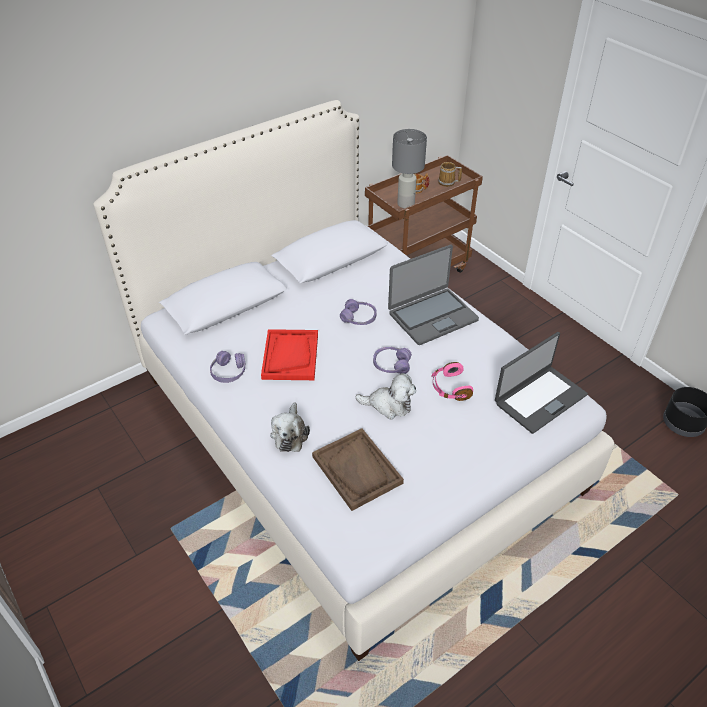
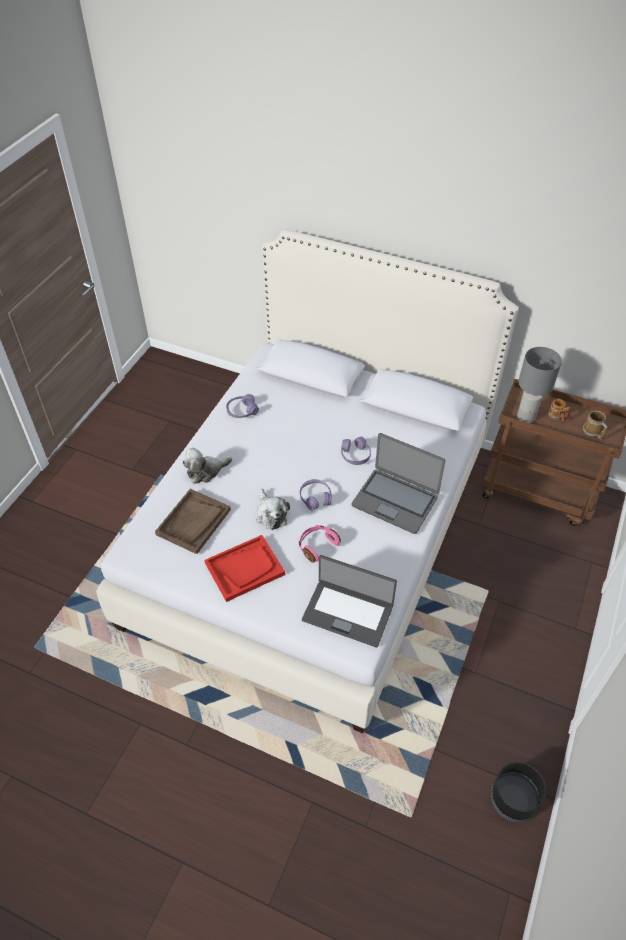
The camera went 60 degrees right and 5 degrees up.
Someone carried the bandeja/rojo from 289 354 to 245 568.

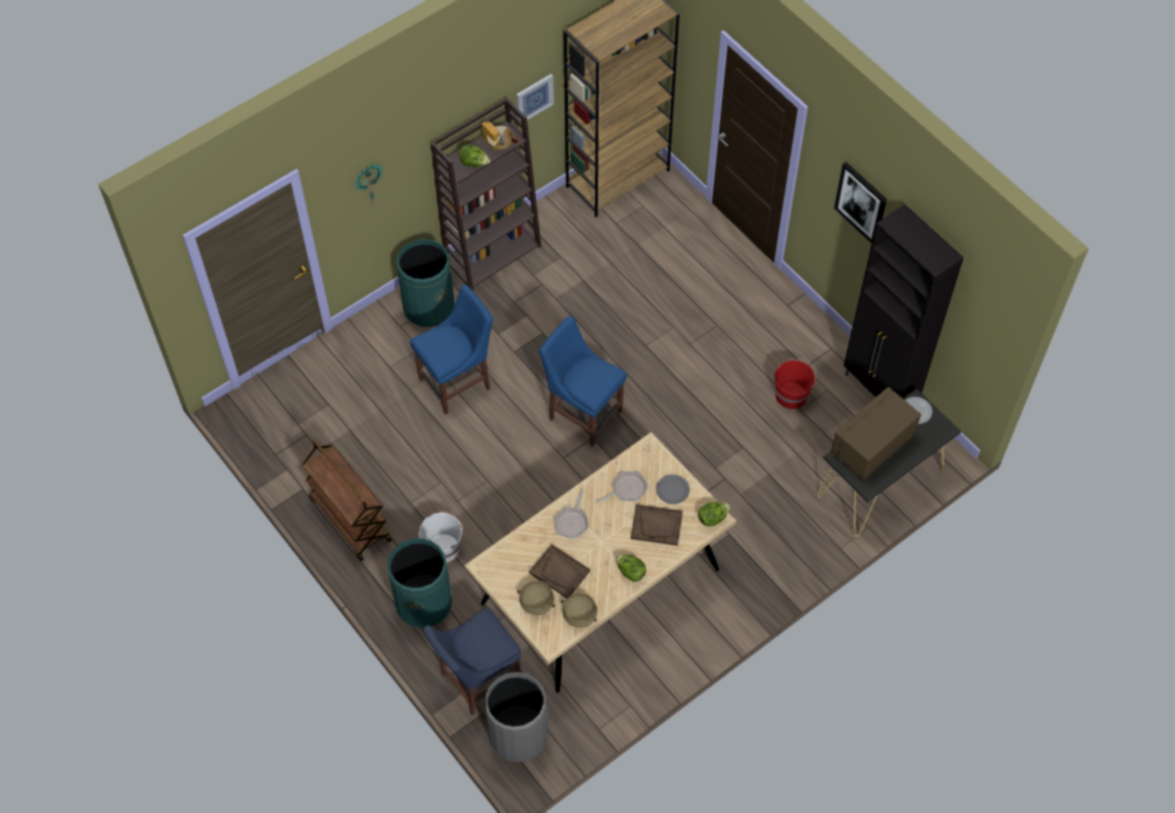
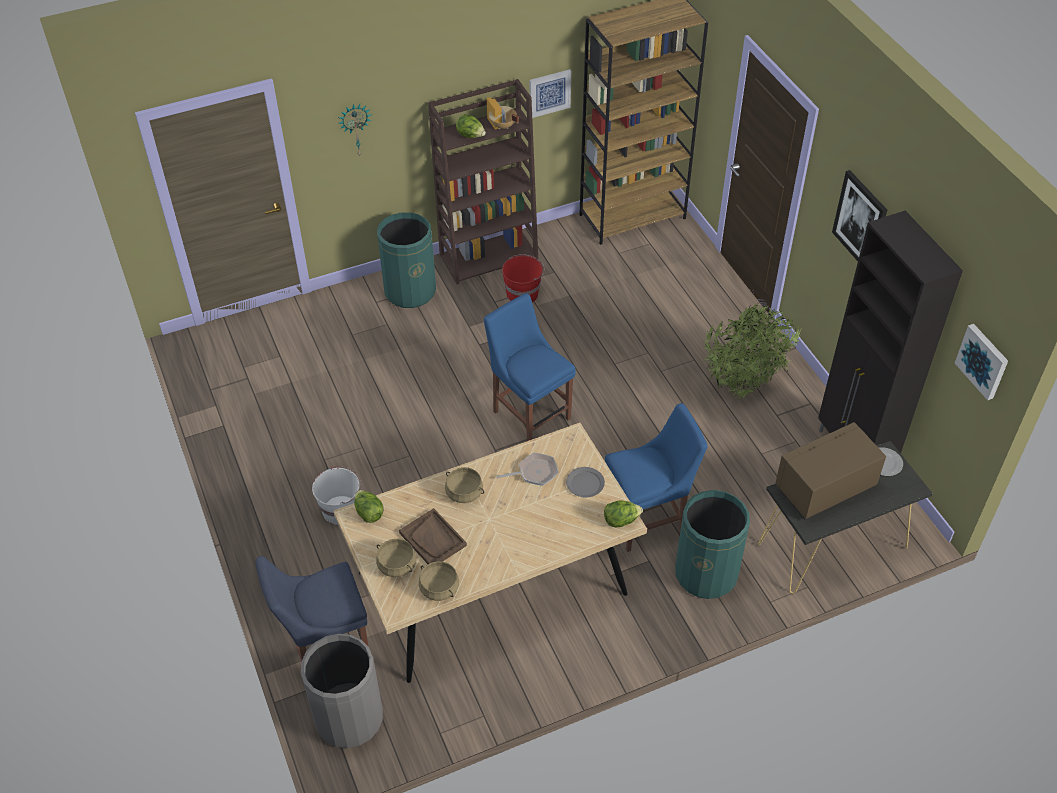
The camera went 15 degrees right and 10 degrees down.
Someone took away the carrito/marrón at 347 500.
Someone took away the bandeja/marrón at 657 525.
Someone put down the planta en maceta at 752 351.
Someone put up the cuadro at 981 362.
Someone carried the papelera/verde from 419 583 to 712 544.
Someone carried the silla/azul from 451 350 to 656 477.
Someone carried the lechuga from 631 568 to 369 506.
Someone carried the cubo/rojo from 795 384 to 523 278.
Someone swapped the sartén at 571 514 for the olla/beis at 464 485.

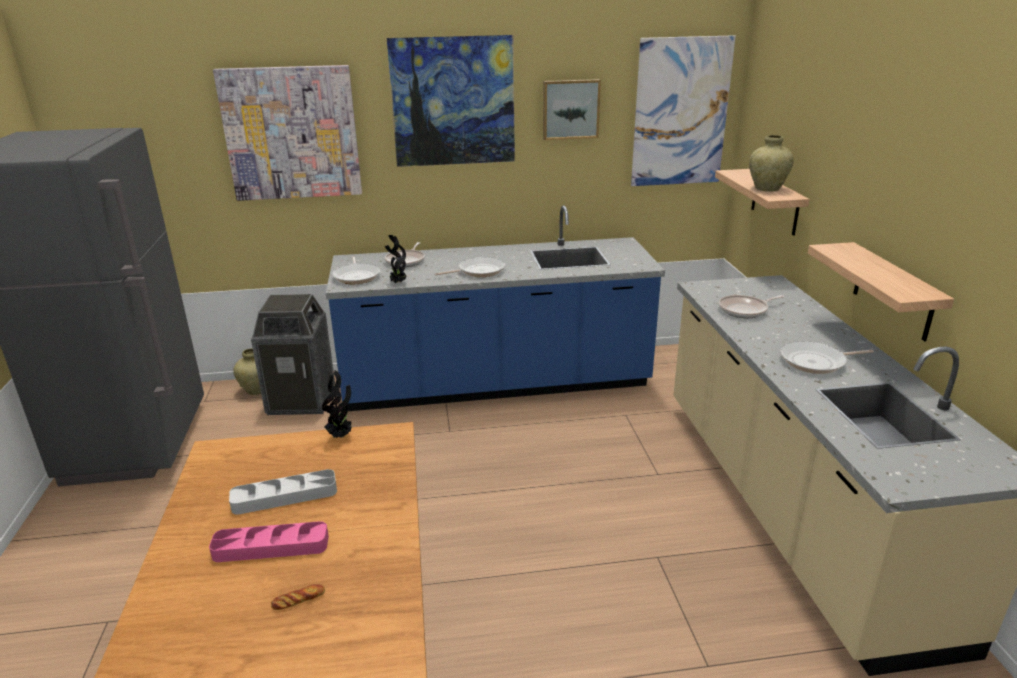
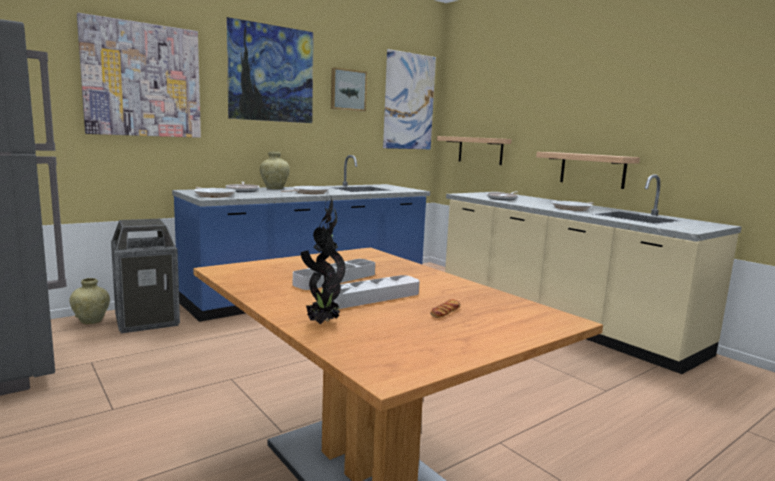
The camera went 30 degrees left and 15 degrees down.
Someone carried the planta en maceta from 395 259 to 323 276.
Someone carried the florero/beis from 771 163 to 275 170.
Someone repainted the bandeja/rosa at 269 541, which became the bandeja/gris at 371 292.

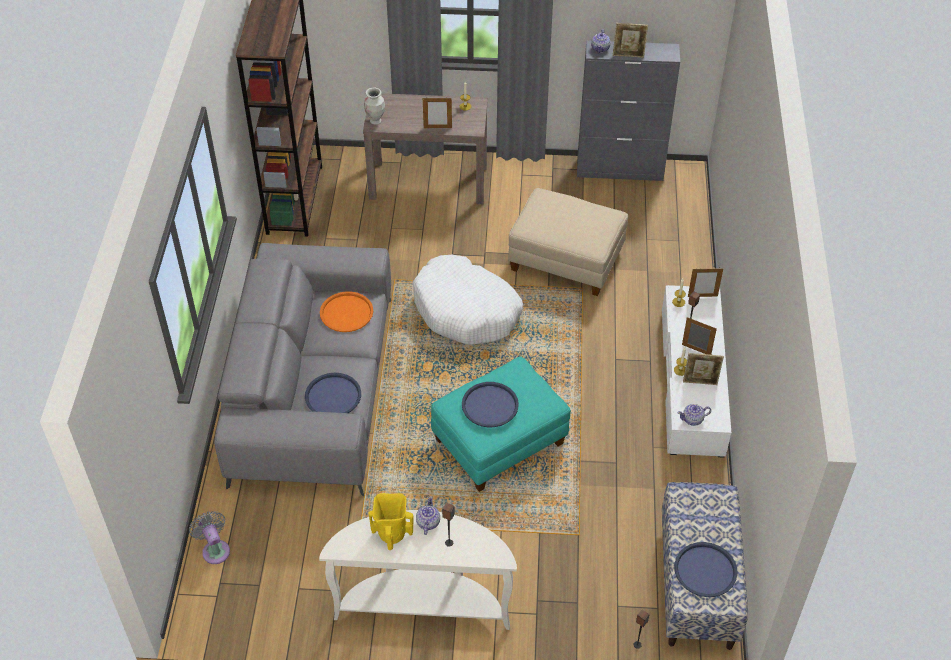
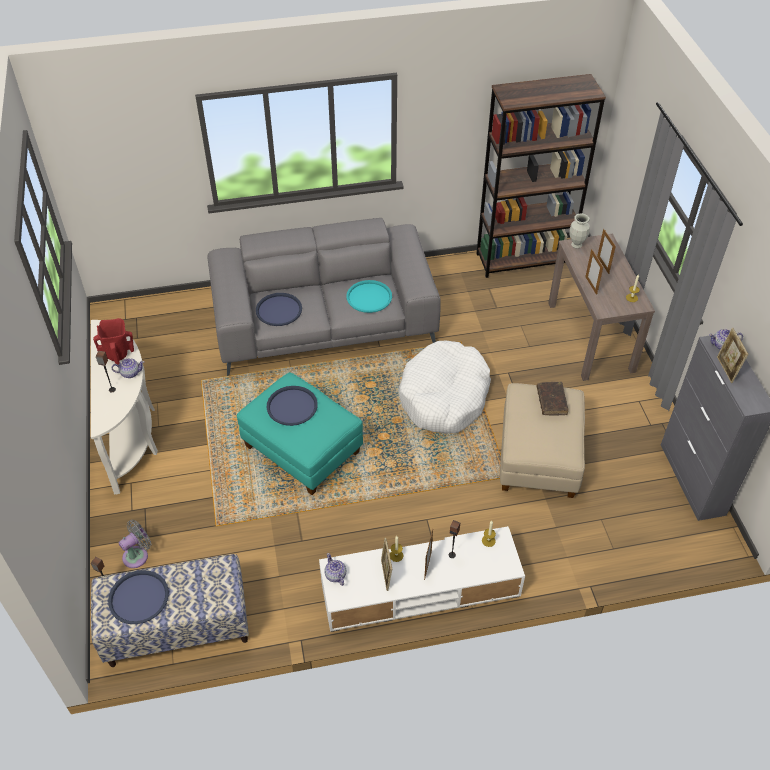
The camera went 75 degrees right and 0 degrees up.
Someone put down the libro/marrón at 552 398.
Someone carried the ventilador/gris from 209 537 to 135 544.
Someone carried the portarretratos from 705 282 to 606 251.
Someone repainted the bandeja/naranja at 346 312, which became the bandeja/turquesa at 369 296.
Someone repainted the florero/amarillo at 391 521, which became the florero/rojo at 113 341.

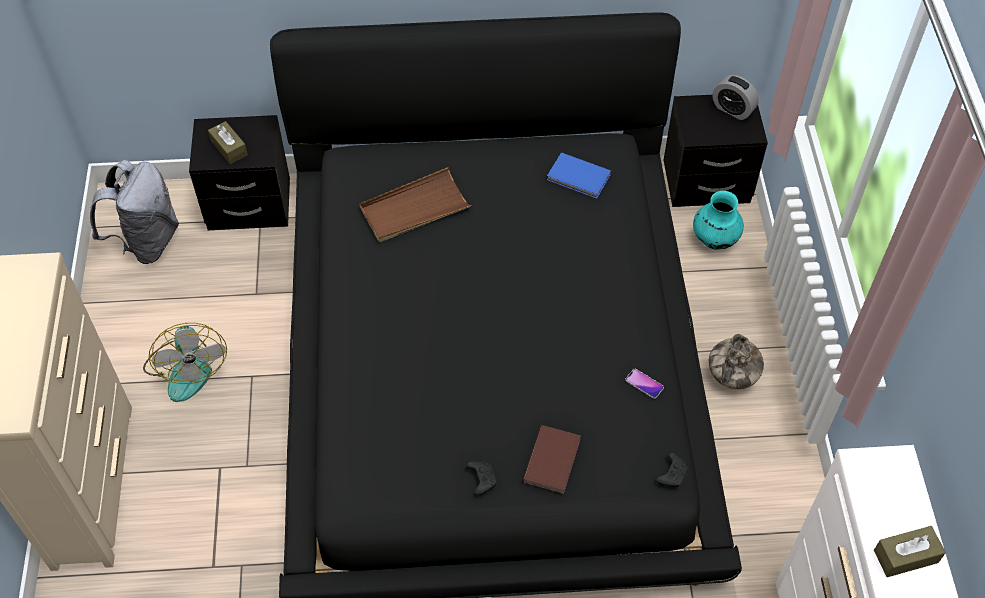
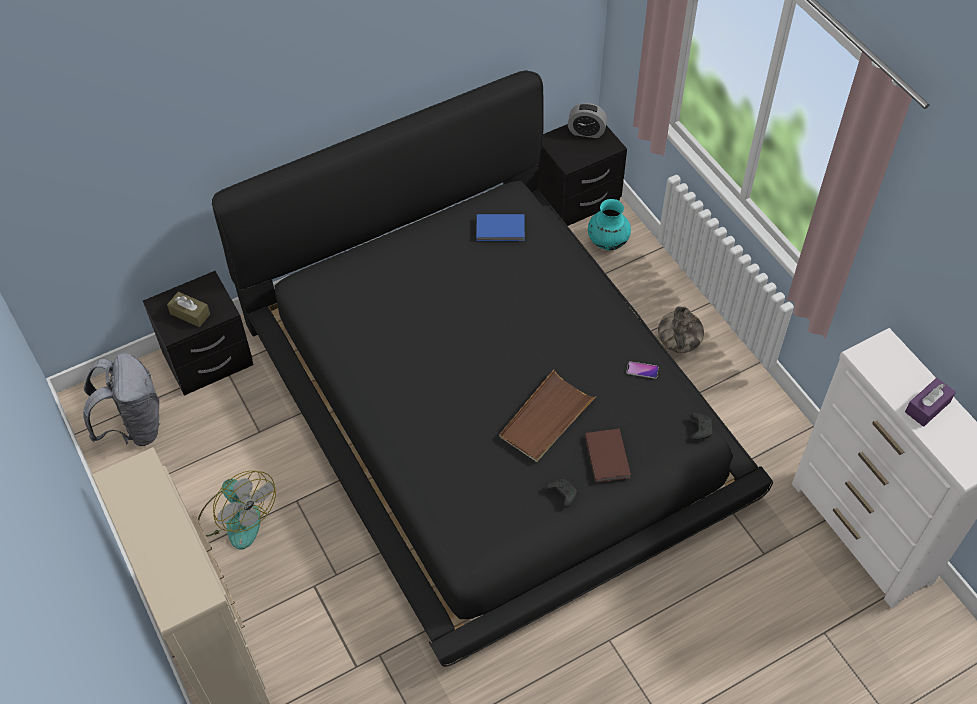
The camera went 25 degrees left and 0 degrees up.
Someone carried the bandeja/marrón from 416 204 to 548 415.
Someone repainted the caja de pañuelos/marrón at 910 551, which became the caja de pañuelos/morado at 930 402.

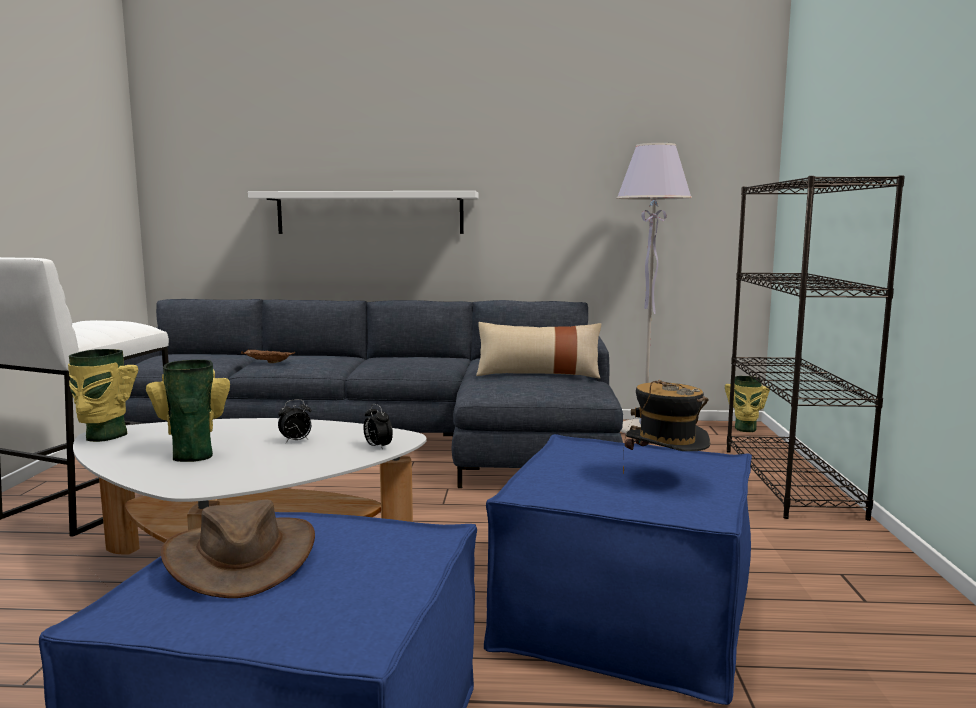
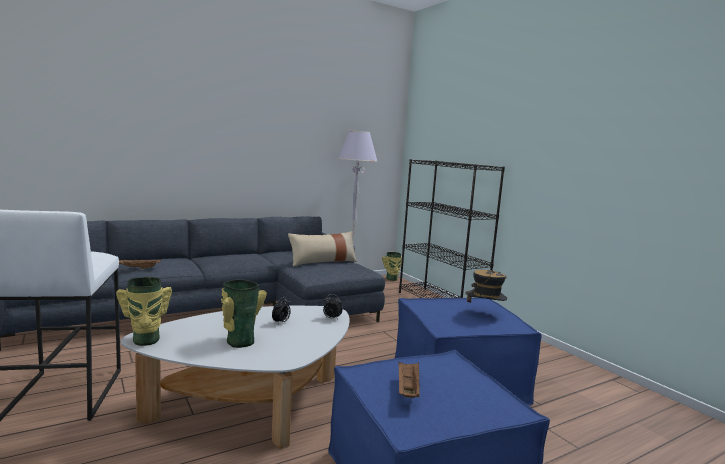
The camera went 35 degrees left and 0 degrees up.
Someone took away the estante/blanco at 363 212.
Someone swapped the sombrero/marrón at 238 549 for the bandeja/marrón at 409 379.

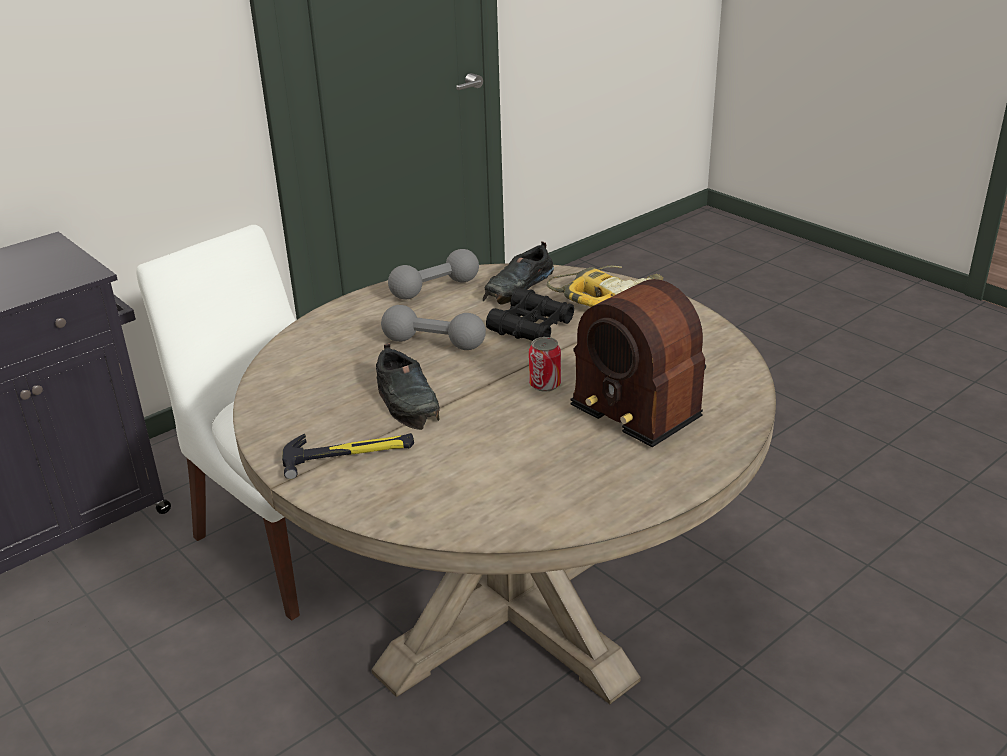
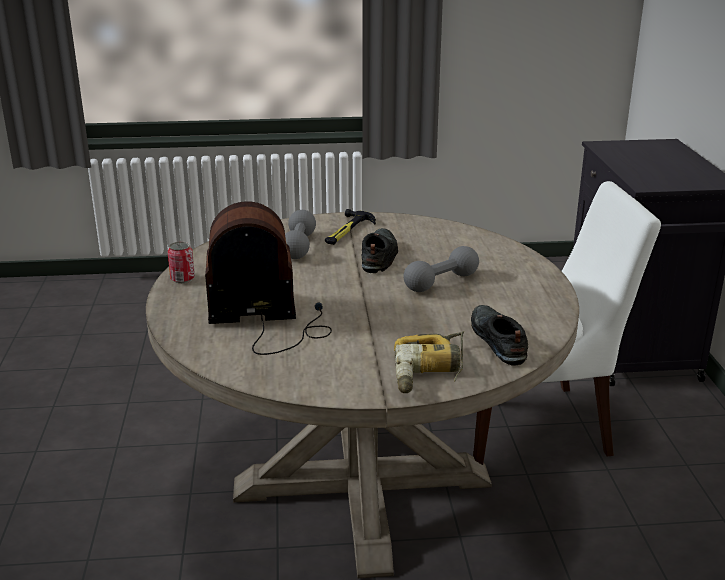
The camera went 125 degrees right and 5 degrees down.
Someone took away the prismáticos/negro at 530 314.
Someone carried the mancuerna/gris from 433 274 to 300 234.
Someone carried the lata from 545 364 to 181 262.
Someone rotated the zapato/negro at 408 386 by 90 degrees clockwise.

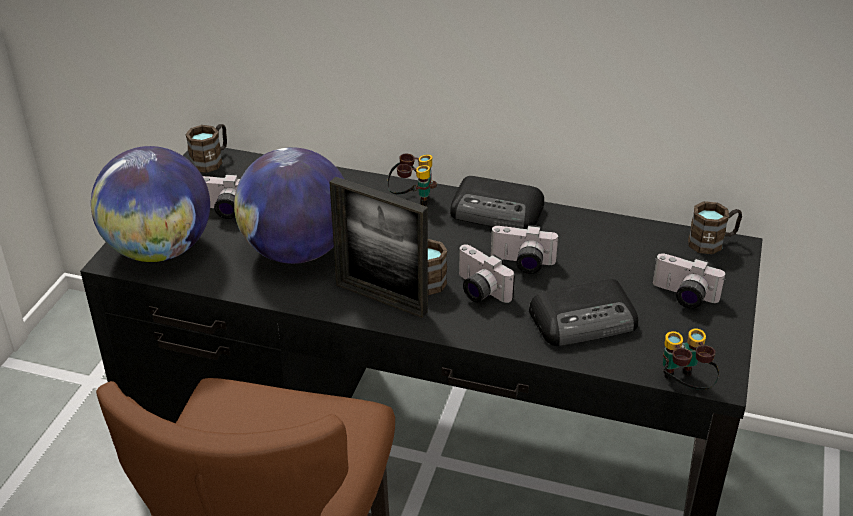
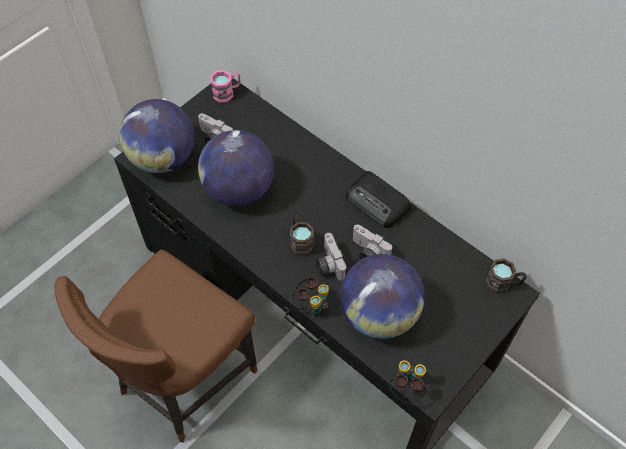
The camera went 25 degrees right and 20 degrees up.
Someone took away the portarretratos at 379 247.
Someone took away the cámara at 689 281.
Someone carried the prismáticos from 412 180 to 310 297.
Someone swapped the radio at 583 312 for the globo terráqueo at 382 296.
Someone repainted the taza grande/marrón at 206 148, which became the taza grande/rosa at 225 86.

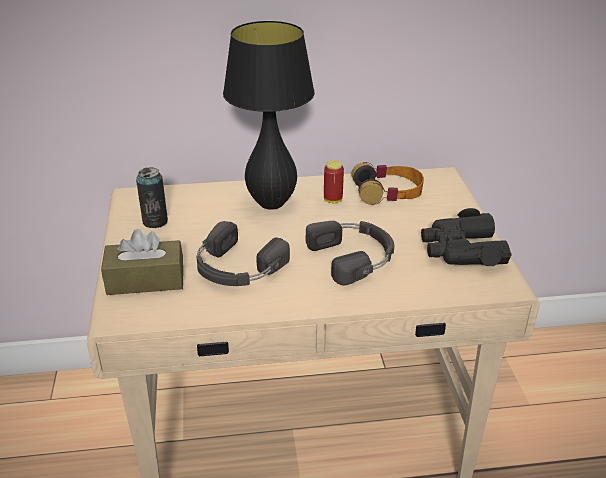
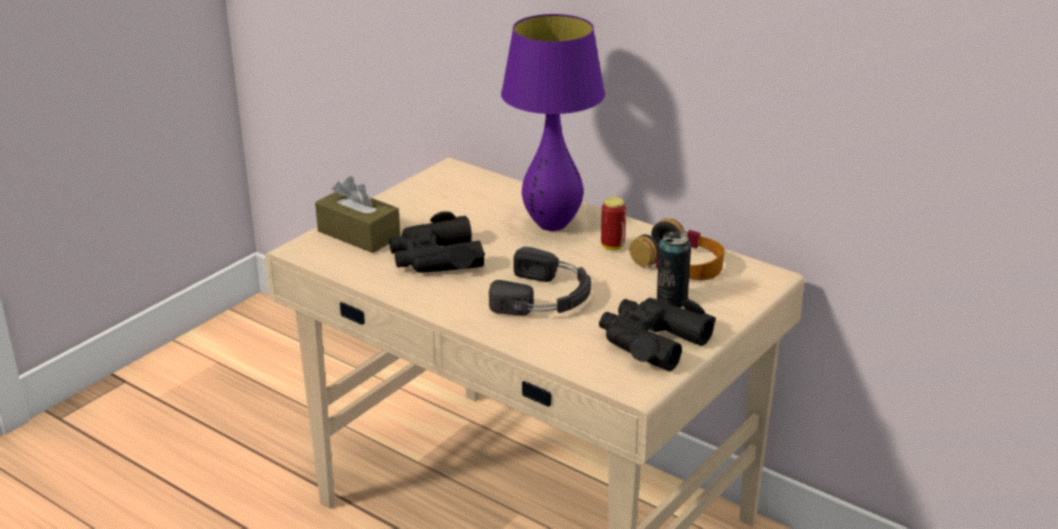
The camera went 45 degrees right and 5 degrees down.
Someone carried the lata from 152 197 to 674 270.
Someone swapped the auriculares/negro at 243 253 for the prismáticos/negro at 437 242.
Someone repainted the lámpara de mesa/negro at 269 115, which became the lámpara de mesa/morado at 553 122.

